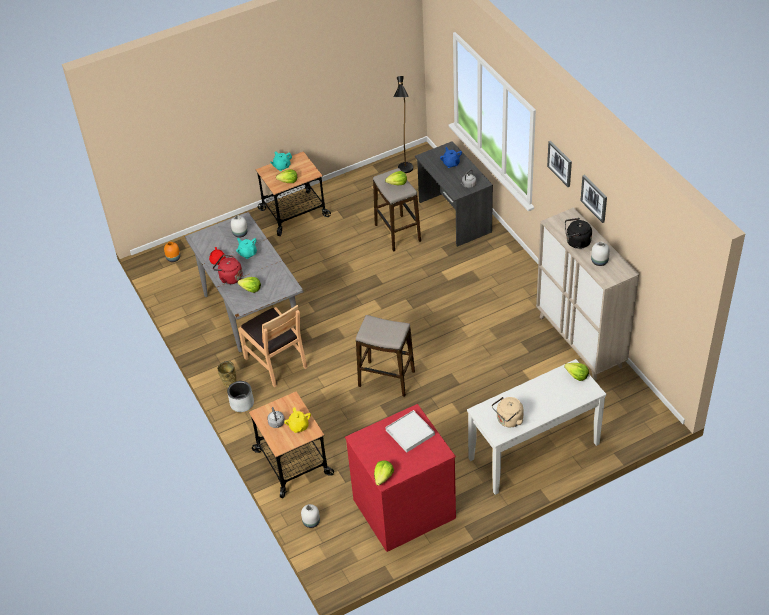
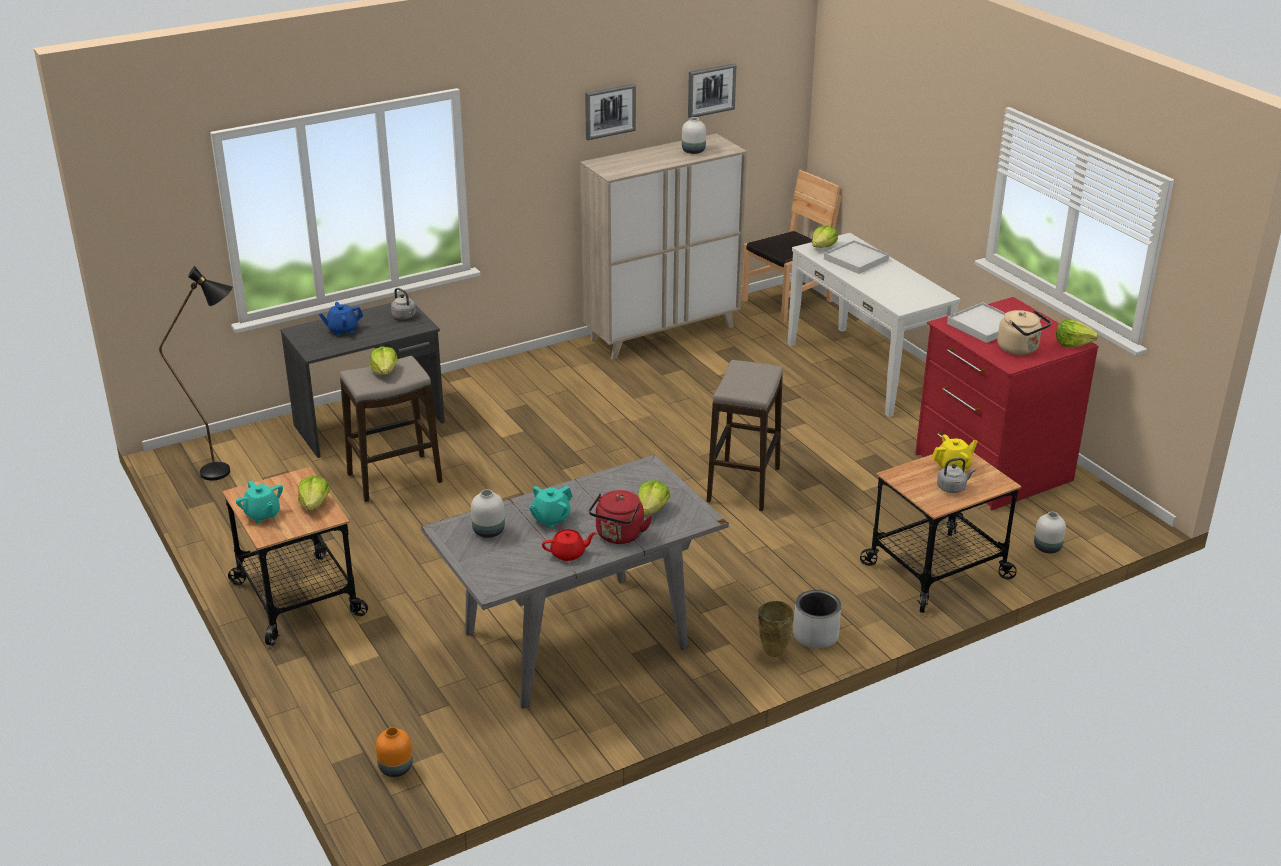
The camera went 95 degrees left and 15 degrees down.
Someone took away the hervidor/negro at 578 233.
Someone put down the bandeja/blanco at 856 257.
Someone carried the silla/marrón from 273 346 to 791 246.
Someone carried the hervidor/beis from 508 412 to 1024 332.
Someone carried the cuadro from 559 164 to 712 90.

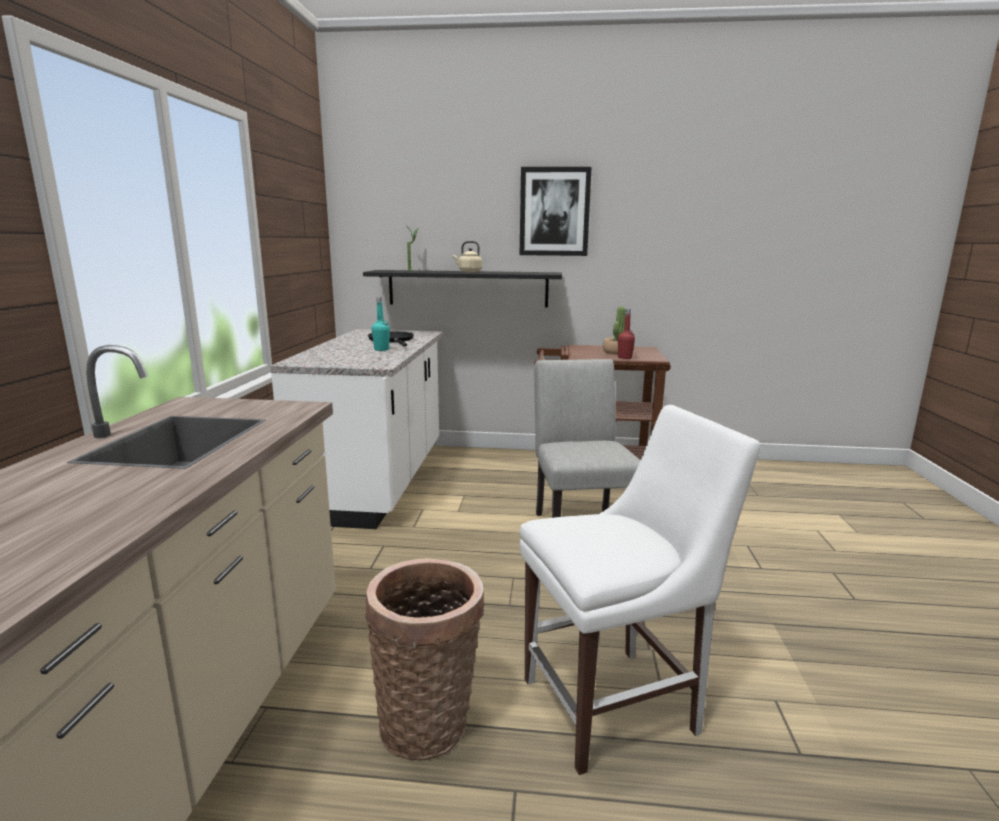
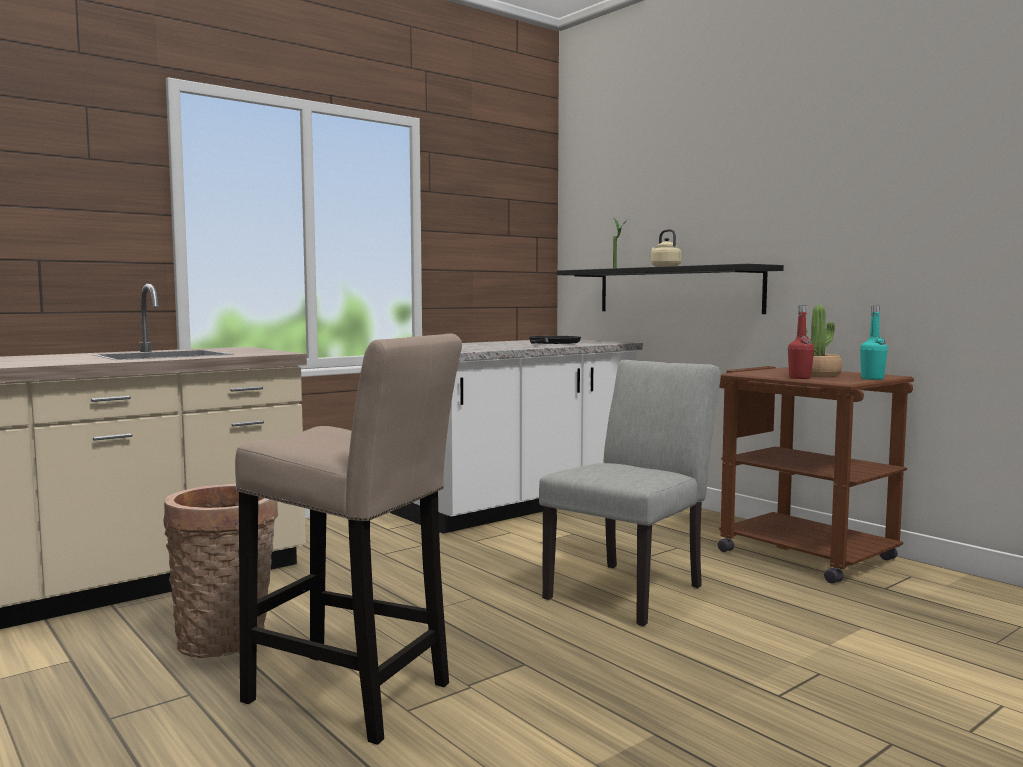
The camera went 45 degrees right and 10 degrees down.
Someone took away the cuadro at 556 211.
Someone carried the botella/turquesa from 381 324 to 874 343.
Someone swapped the silla/blanco at 640 590 for the taburete/beis at 348 539.

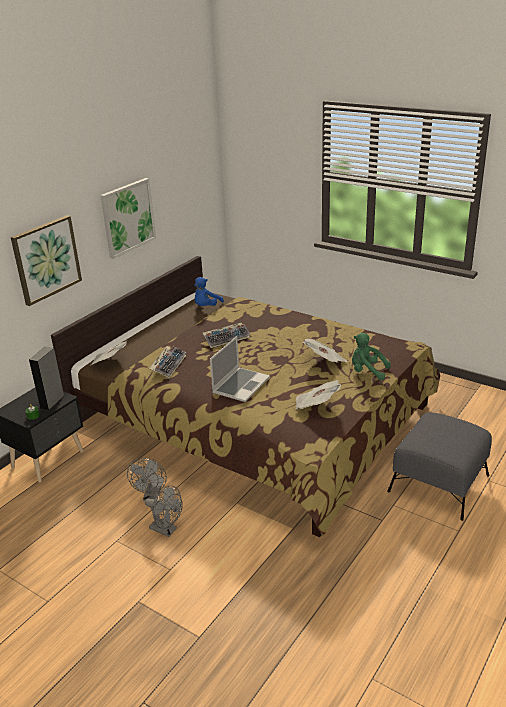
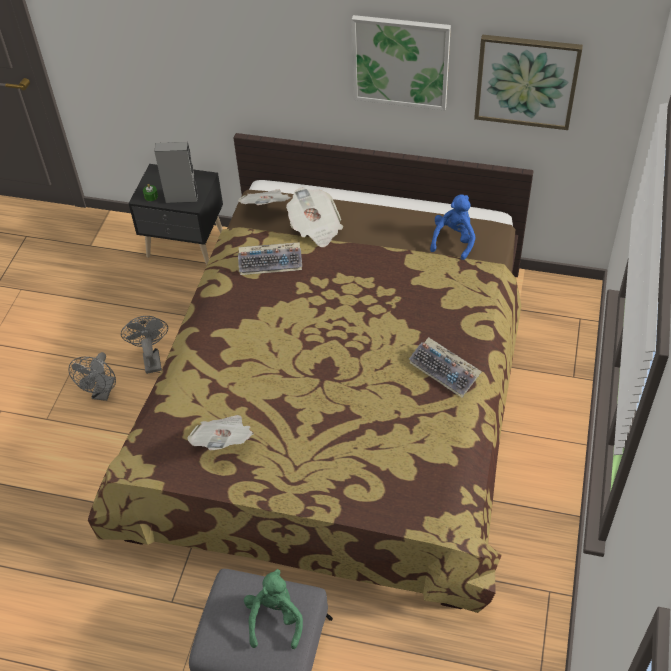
The camera went 70 degrees right and 20 degrees up.
Someone took away the portátil at 240 369.
Someone carried the cuadro from 46 260 to 528 82.
Someone carried the teclado from 227 335 to 445 367.
Someone carried the periódico from 325 351 to 314 217.
Someone carried the peluche/verde from 371 356 to 273 609.
Someone rotated the ventilador/gris at 147 479 by 90 degrees clockwise.
Someone rotated the peluche/azul at 209 291 by 105 degrees clockwise.

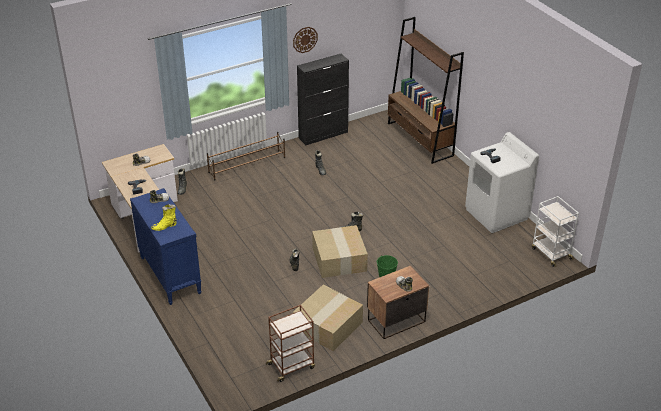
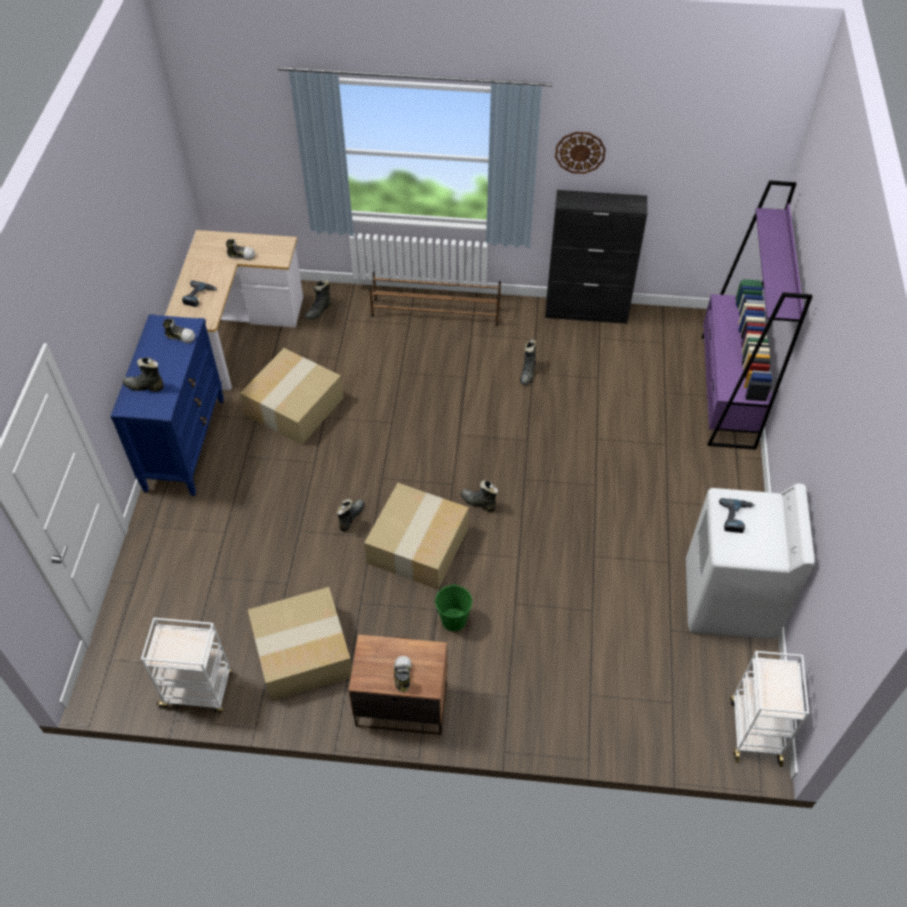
The camera went 35 degrees right and 15 degrees up.
Someone put down the caja de cartón at 292 396.
Someone repainted the bota/amarillo at 164 217, which became the bota/negro at 143 374.
Someone repainted the carrito/marrón at 290 343, which became the carrito/blanco at 187 665.
Someone repainted the estantería/marrón at 426 90, which became the estantería/morado at 757 315.

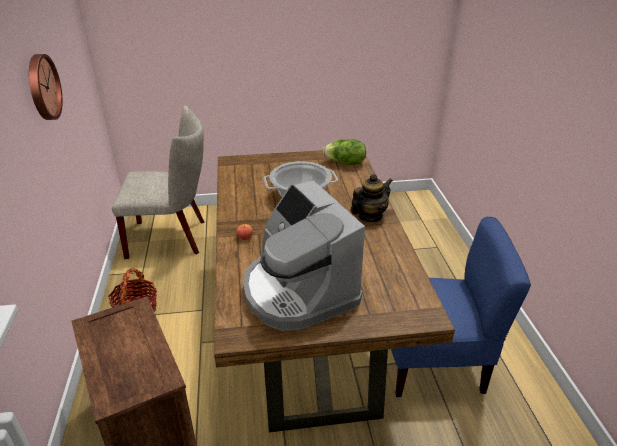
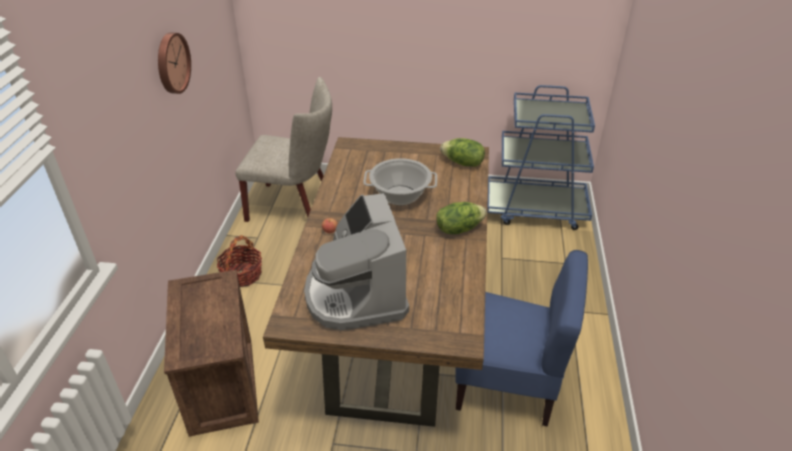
The camera went 15 degrees right and 5 degrees up.
Someone put down the carrito/azul at 541 157.
Someone swapped the tetera at 372 198 for the lechuga at 461 218.

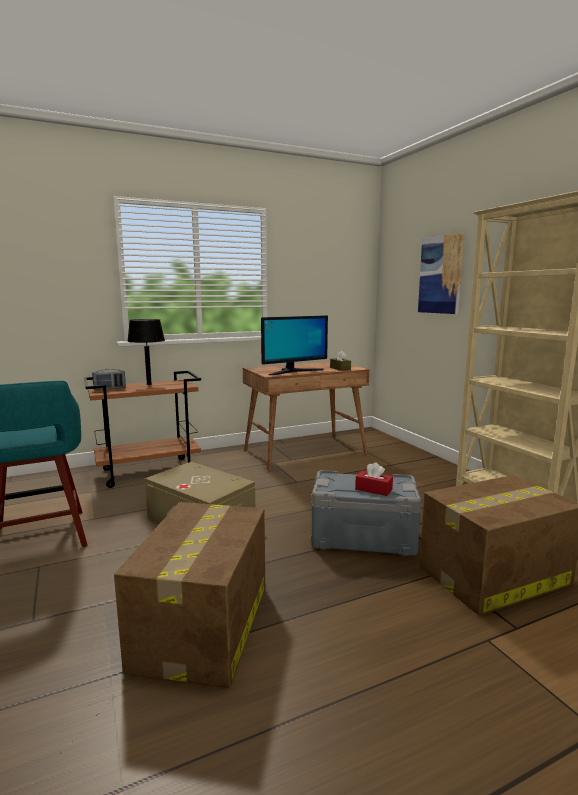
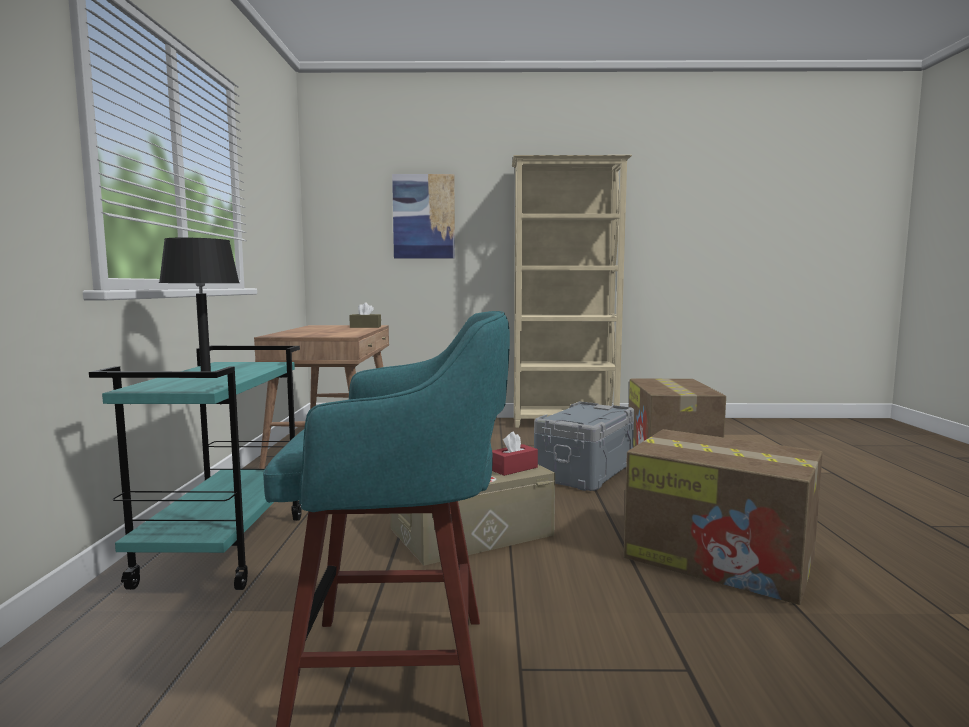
The camera went 65 degrees left and 5 degrees down.
Someone took away the radio at 109 379.
Someone took away the monitor at 294 345.
Someone carried the caja de pañuelos/rojo from 374 479 to 515 453.
Someone repainted the carrito/marrón at 142 429, which became the carrito/turquesa at 195 468.

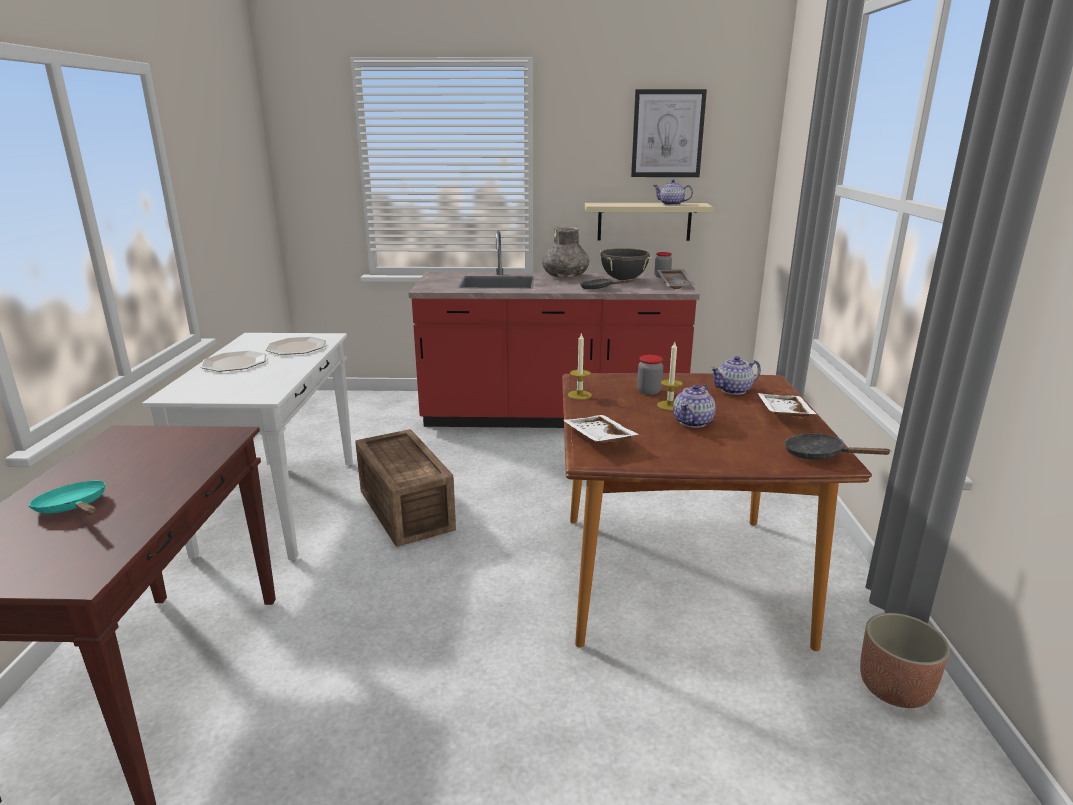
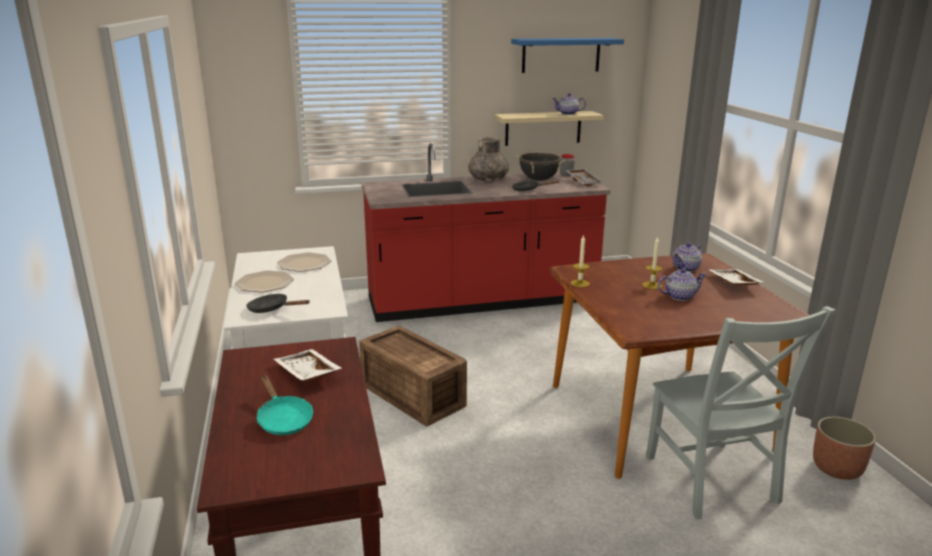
The camera went 15 degrees left and 0 degrees up.
Someone took away the tarro at 650 375.
Someone put down the silla/gris at 740 412.
Someone carried the bandeja/blanco from 601 429 to 308 365.
Someone carried the sartén/negro from 838 446 to 278 303.
Someone swapped the cuadro at 669 133 for the estante/azul at 567 55.
Someone rotated the sartén/turquesa at 67 498 by 150 degrees counterclockwise.
Someone rotated the tetera at 694 406 by 120 degrees counterclockwise.

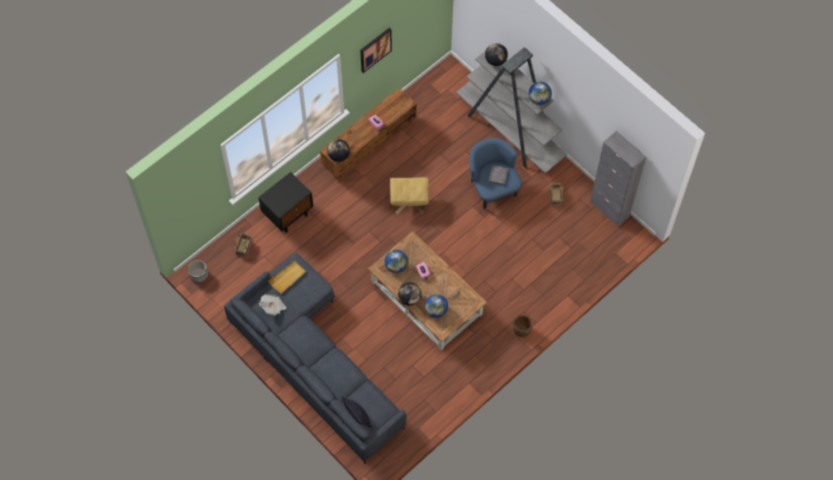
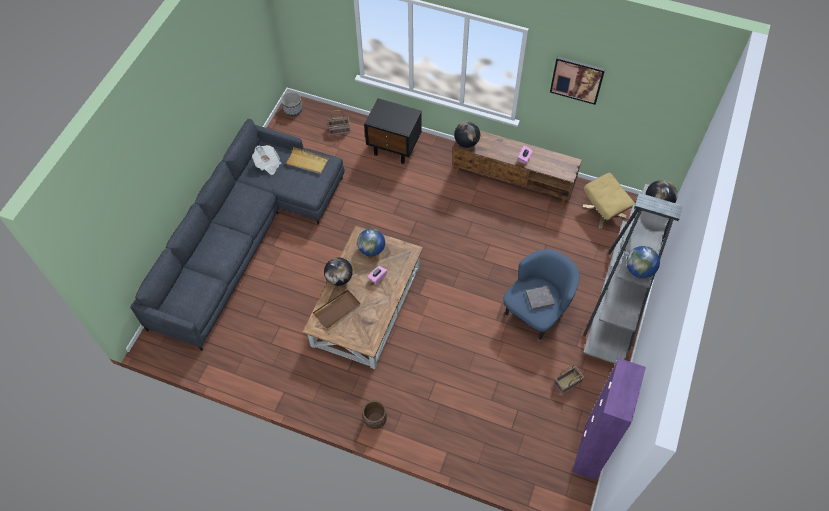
The camera went 65 degrees right and 5 degrees down.
Someone took away the cojín at 356 412.
Someone carried the puf/beis from 409 195 to 609 201.
Someone swapped the globo terráqueo at 436 306 for the bandeja/marrón at 337 309.
Someone repainted the armario/gris at 618 179, which became the armario/morado at 609 419.

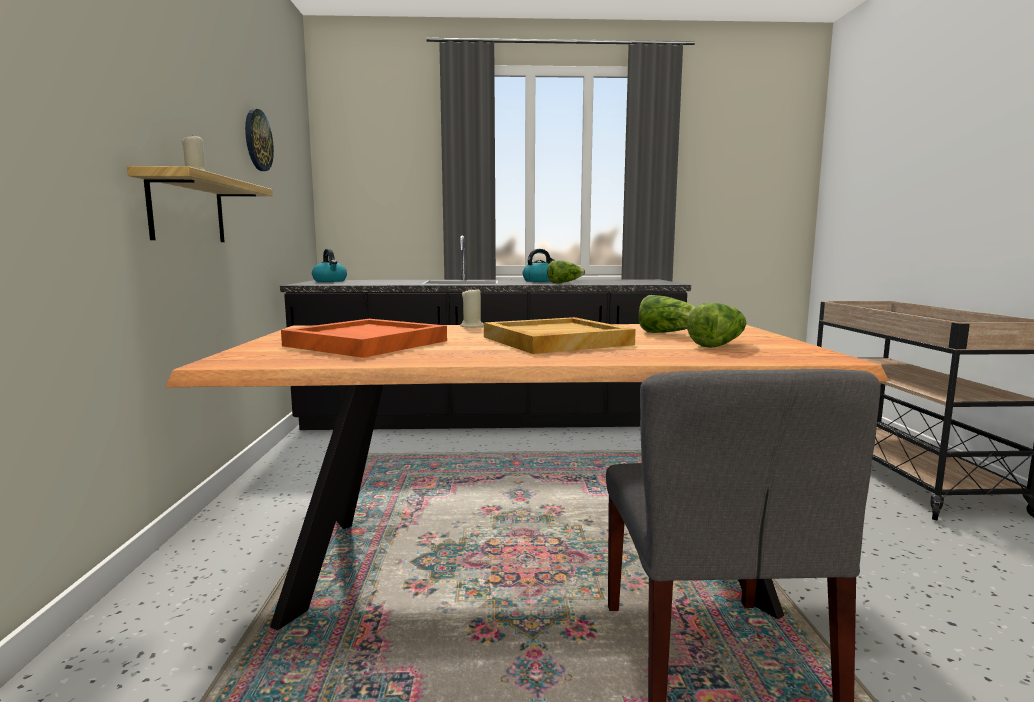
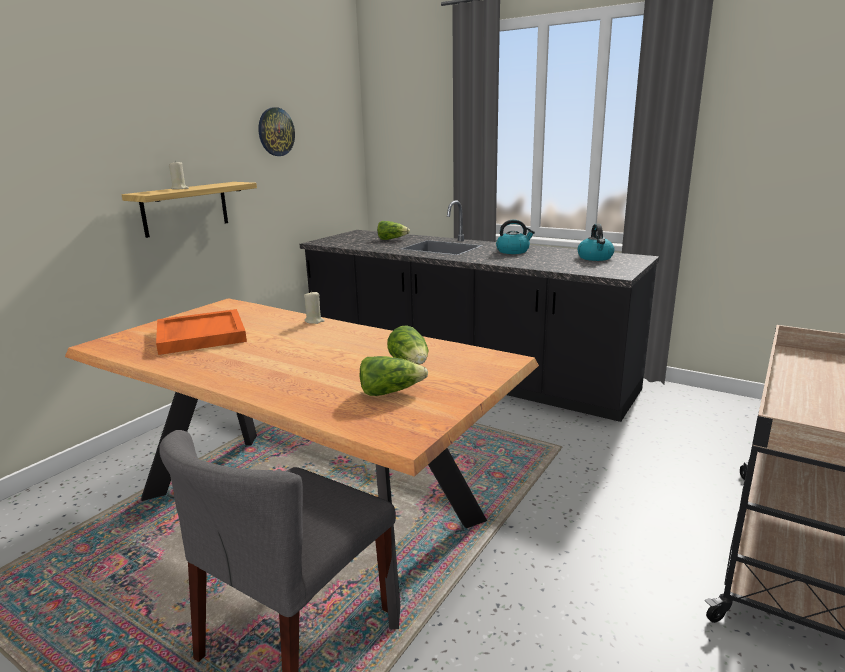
The camera went 35 degrees right and 10 degrees up.
Someone took away the bandeja/beis at 560 335.
Someone carried the hervidor from 329 265 to 596 242.
Someone carried the lechuga from 566 272 to 393 230.

